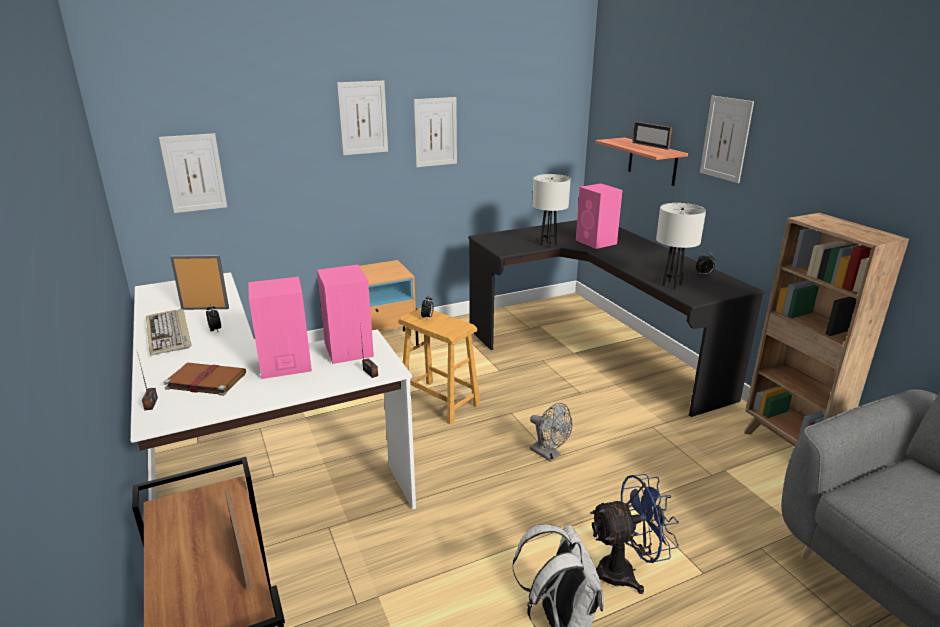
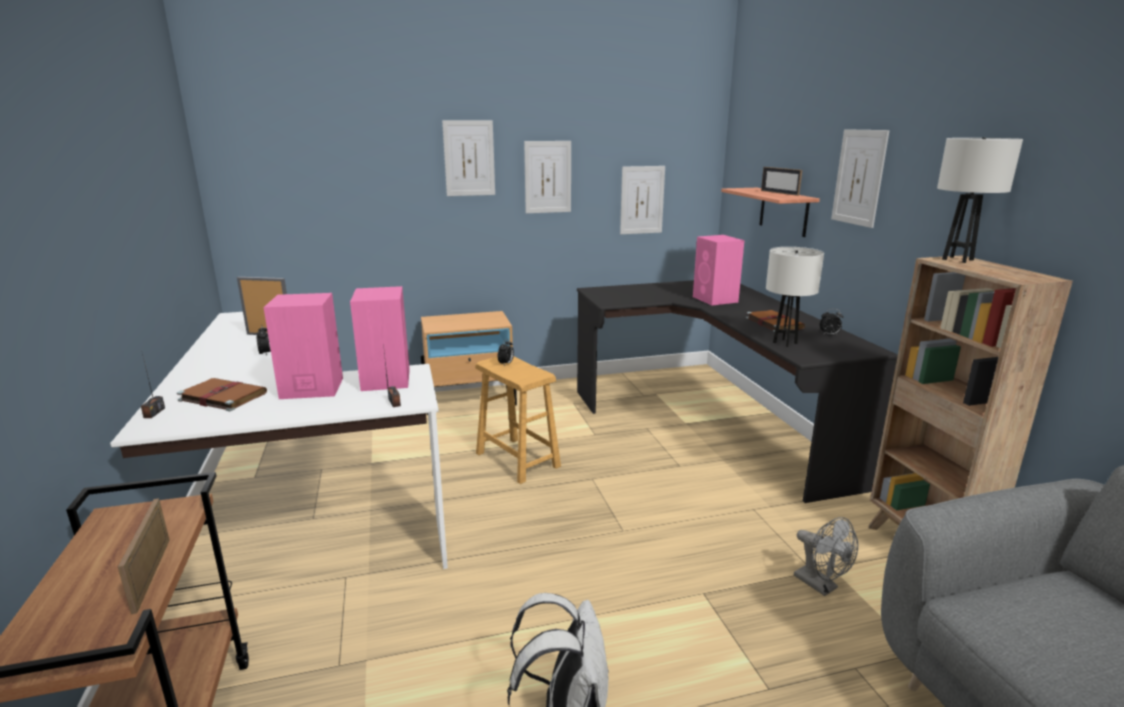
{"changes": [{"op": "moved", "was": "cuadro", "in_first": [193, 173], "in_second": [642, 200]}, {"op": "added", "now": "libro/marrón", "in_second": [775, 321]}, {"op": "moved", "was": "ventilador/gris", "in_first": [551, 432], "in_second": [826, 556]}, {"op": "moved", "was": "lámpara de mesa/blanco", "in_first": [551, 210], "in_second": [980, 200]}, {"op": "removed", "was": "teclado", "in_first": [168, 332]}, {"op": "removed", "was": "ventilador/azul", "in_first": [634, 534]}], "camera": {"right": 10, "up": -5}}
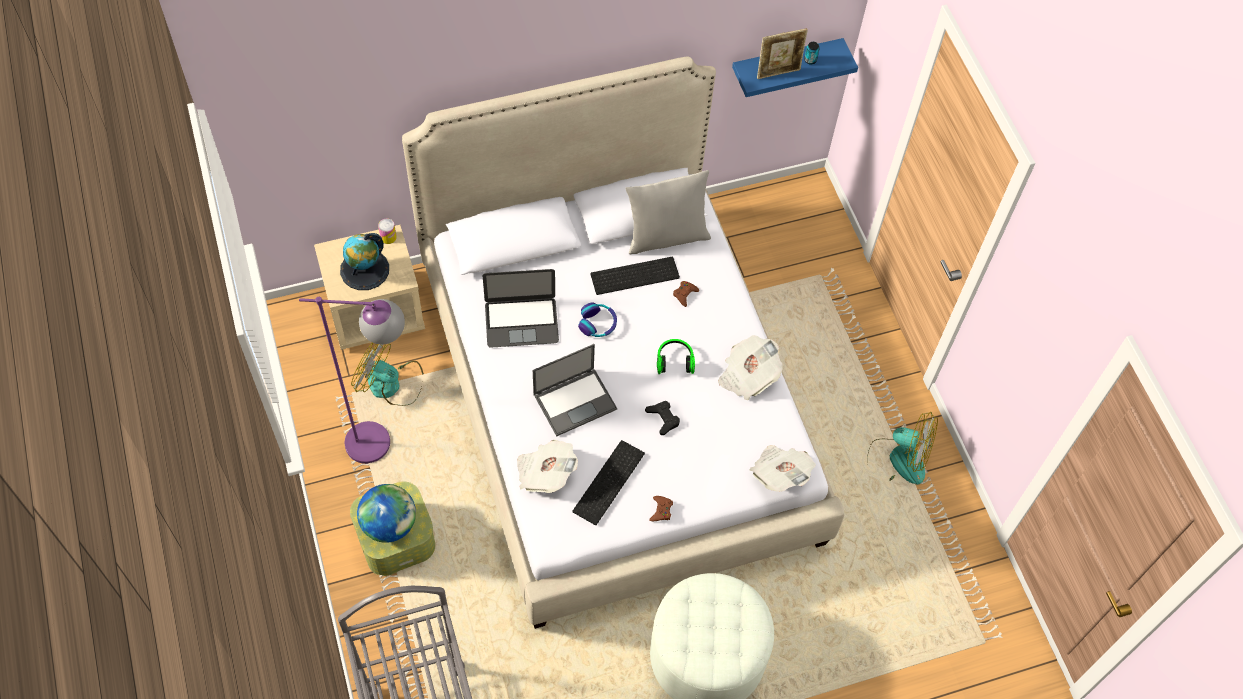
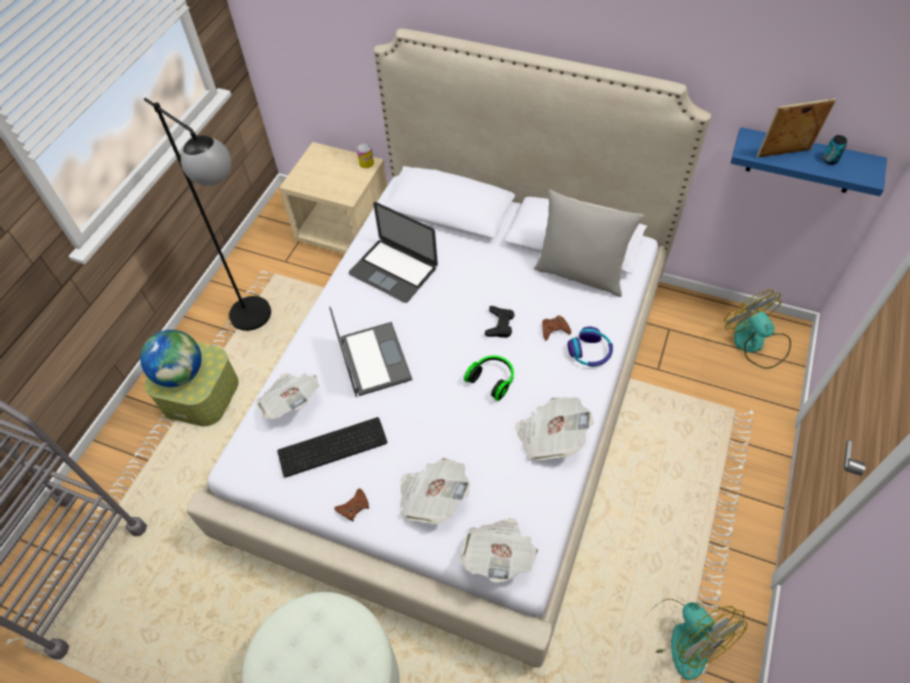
{"changes": [{"op": "recoloured", "was": "lámpara de pie/morado", "now": "lámpara de pie/negro", "in_first": [352, 380], "in_second": [207, 214]}, {"op": "turned", "was": "portátil", "in_first": [575, 390], "in_second": [370, 351], "clockwise": -120}, {"op": "added", "now": "periódico", "in_second": [435, 491]}, {"op": "moved", "was": "mando de consola/negro", "in_first": [662, 418], "in_second": [500, 322]}, {"op": "moved", "was": "auriculares", "in_first": [597, 319], "in_second": [590, 347]}, {"op": "moved", "was": "ventilador", "in_first": [387, 374], "in_second": [757, 329]}, {"op": "turned", "was": "portarretratos", "in_first": [782, 53], "in_second": [796, 128], "clockwise": 150}, {"op": "removed", "was": "globo terráqueo", "in_first": [364, 261]}, {"op": "removed", "was": "teclado", "in_first": [635, 276]}], "camera": {"right": 45, "up": -5}}
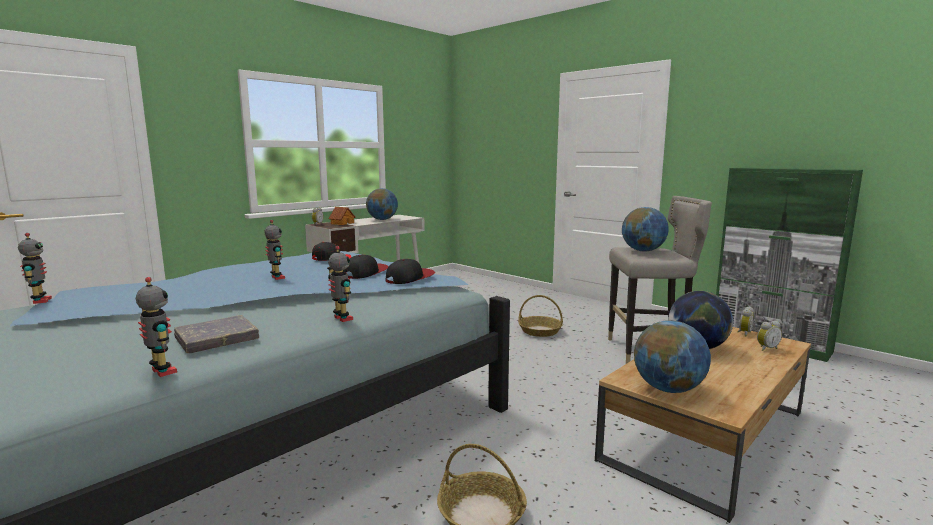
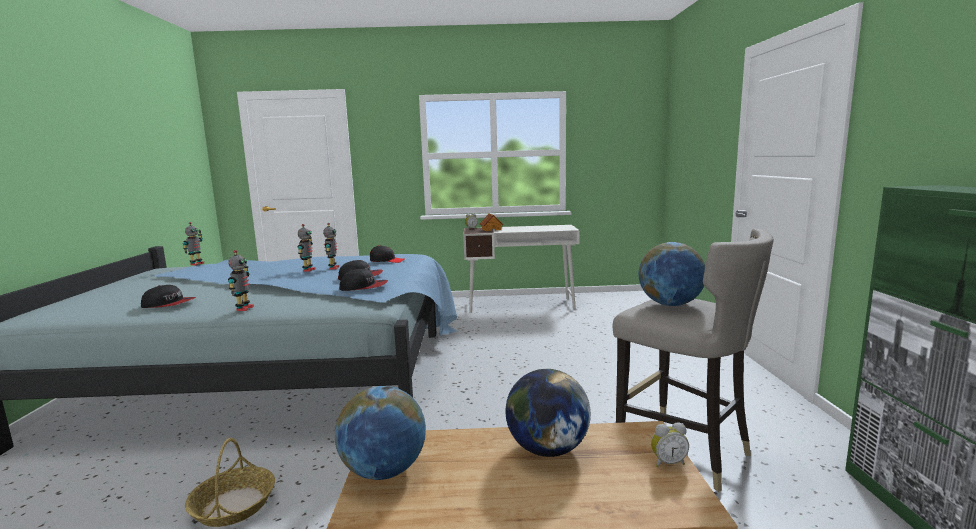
{"changes": [{"op": "replaced", "was": "libro/gris", "now": "gorra", "in_first": [216, 334], "in_second": [168, 296]}, {"op": "moved", "was": "robot de juguete", "in_first": [156, 327], "in_second": [331, 246]}, {"op": "removed", "was": "globo terráqueo", "in_first": [382, 204]}, {"op": "removed", "was": "cesta", "in_first": [540, 316]}, {"op": "removed", "was": "despertador", "in_first": [769, 336]}], "camera": {"right": 45, "up": 0}}
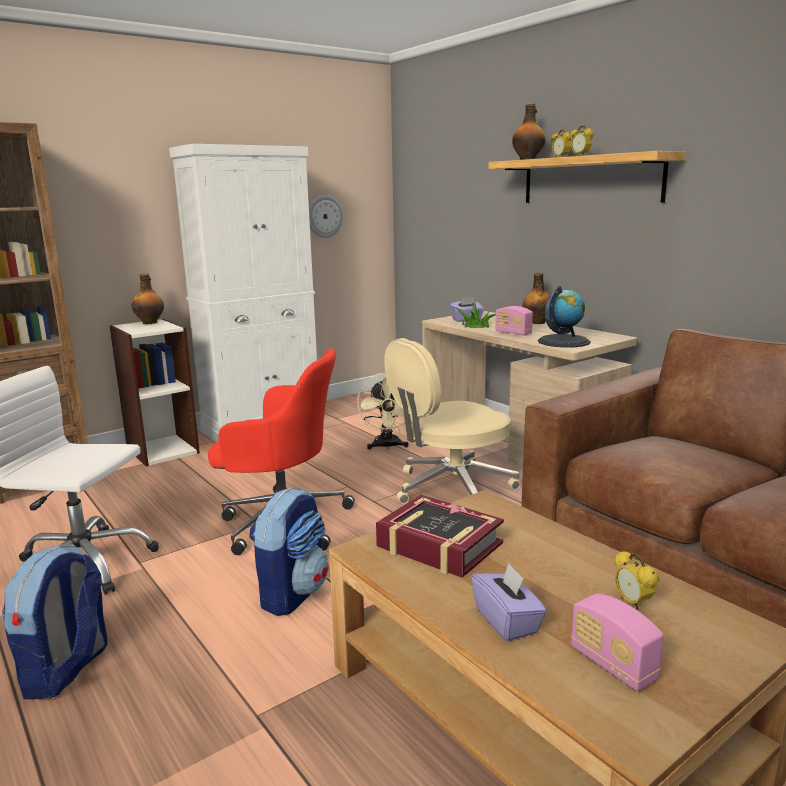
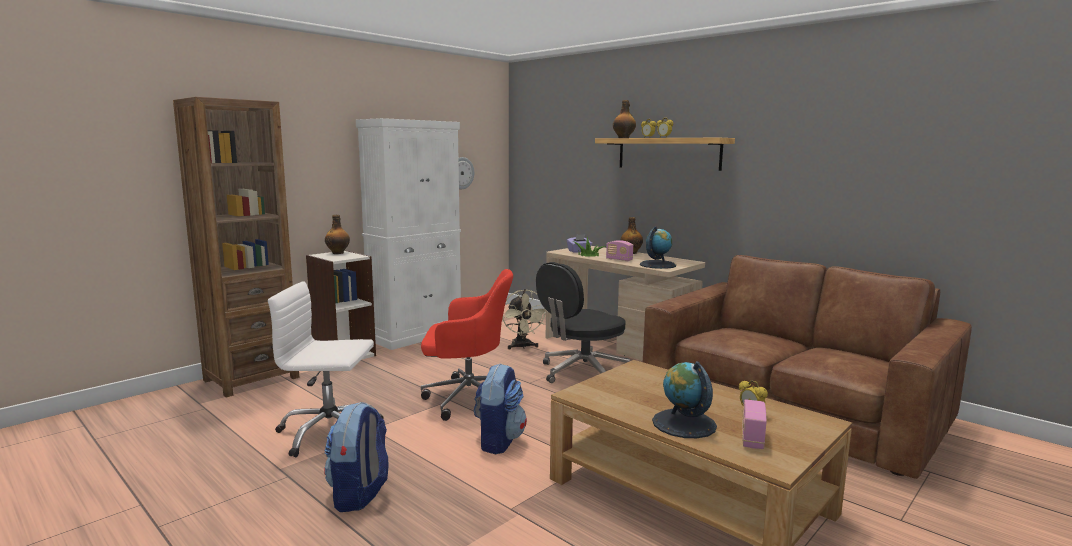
{"changes": [{"op": "recoloured", "was": "silla de oficina/beis", "now": "silla de oficina/negro", "in_first": [452, 420], "in_second": [583, 322]}, {"op": "replaced", "was": "caja de pañuelos/morado", "now": "globo terráqueo", "in_first": [509, 602], "in_second": [684, 399]}, {"op": "turned", "was": "radio", "in_first": [617, 642], "in_second": [754, 424], "clockwise": 60}, {"op": "removed", "was": "libro", "in_first": [440, 536]}], "camera": {"right": -10, "up": -5}}
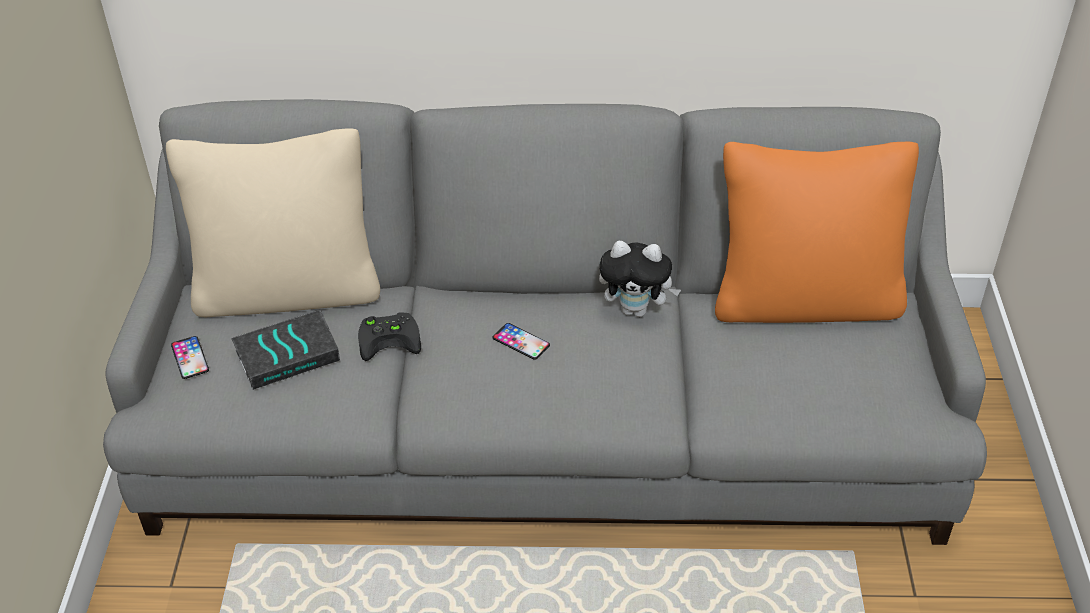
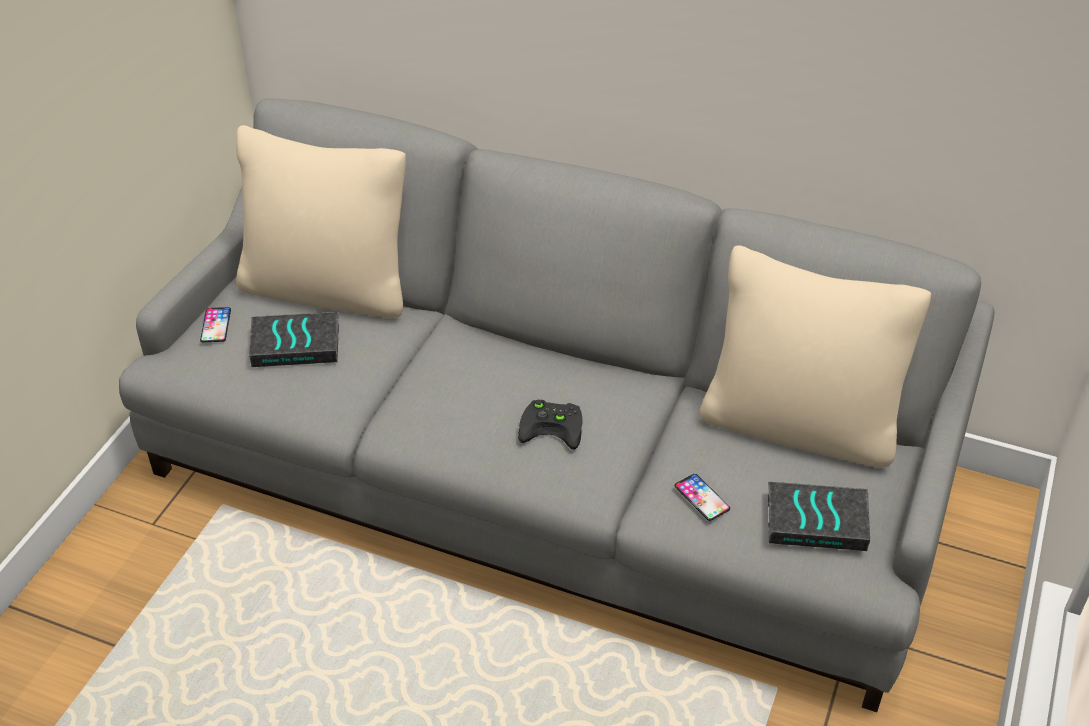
{"changes": [{"op": "moved", "was": "mando de consola/negro", "in_first": [389, 336], "in_second": [550, 424]}, {"op": "moved", "was": "móvil", "in_first": [521, 341], "in_second": [702, 497]}, {"op": "recoloured", "was": "cojín/naranja", "now": "cojín/beis", "in_first": [817, 232], "in_second": [815, 356]}, {"op": "added", "now": "libro", "in_second": [819, 516]}, {"op": "removed", "was": "peluche", "in_first": [640, 279]}], "camera": {"right": 20, "up": 0}}
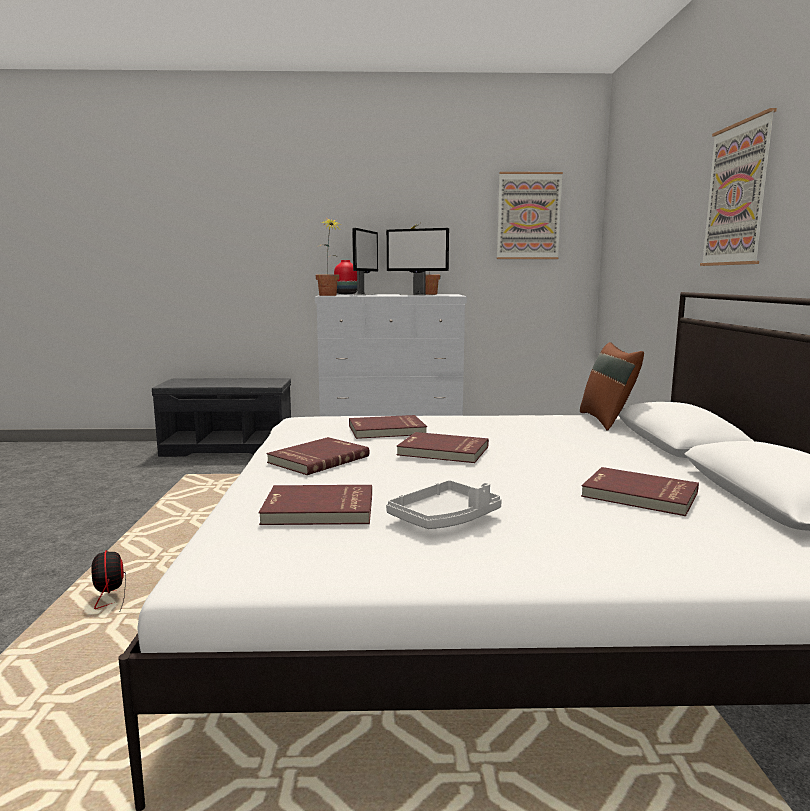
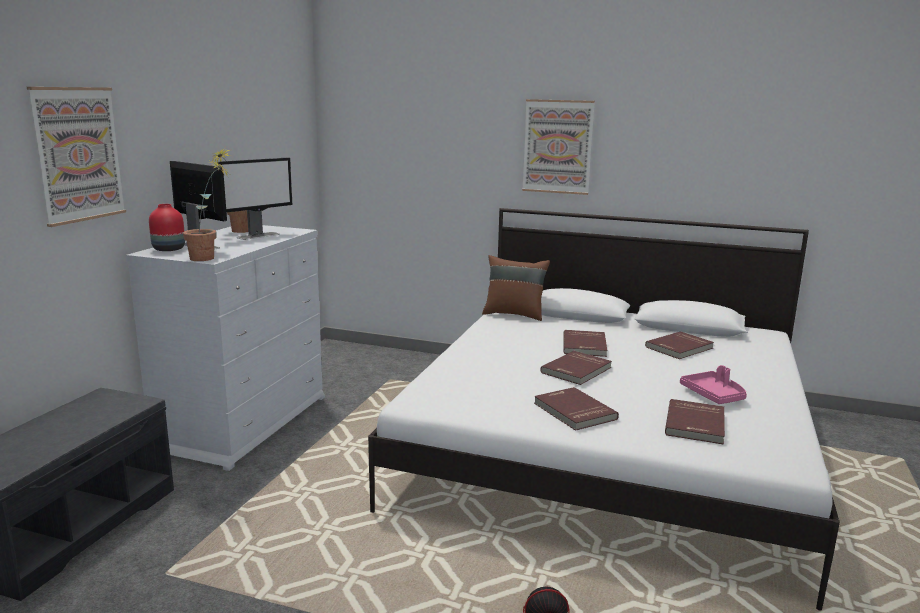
{"changes": [{"op": "moved", "was": "cuadro", "in_first": [530, 215], "in_second": [76, 157]}, {"op": "moved", "was": "libro/rojo", "in_first": [388, 427], "in_second": [585, 343]}, {"op": "recoloured", "was": "bandeja/gris", "now": "bandeja/rosa", "in_first": [444, 504], "in_second": [713, 384]}], "camera": {"right": -70, "up": 5}}
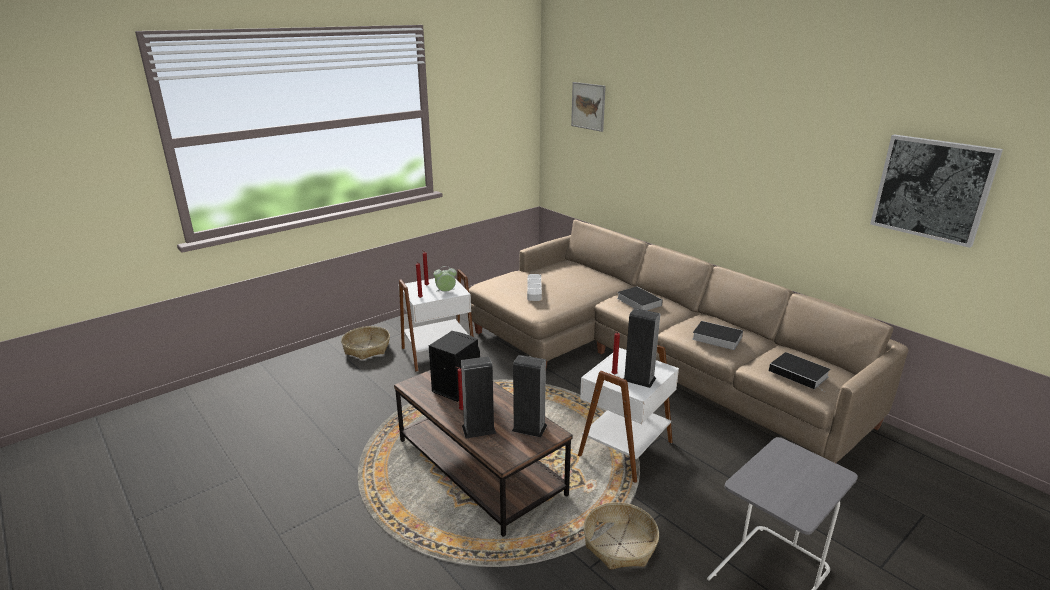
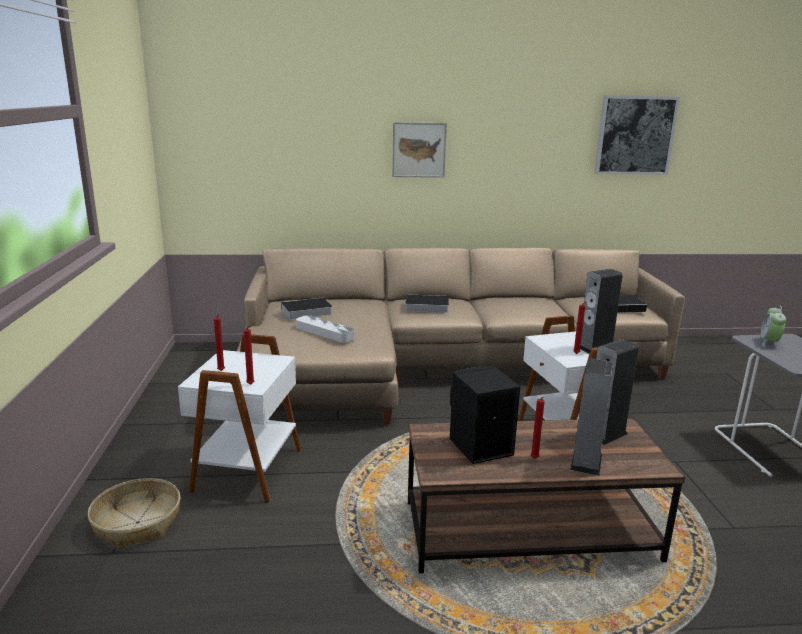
{"changes": [{"op": "moved", "was": "libro", "in_first": [717, 335], "in_second": [302, 309]}, {"op": "moved", "was": "cuadro", "in_first": [588, 107], "in_second": [419, 150]}, {"op": "moved", "was": "despertador", "in_first": [445, 279], "in_second": [772, 326]}, {"op": "removed", "was": "cesta", "in_first": [621, 536]}], "camera": {"right": -55, "up": -5}}
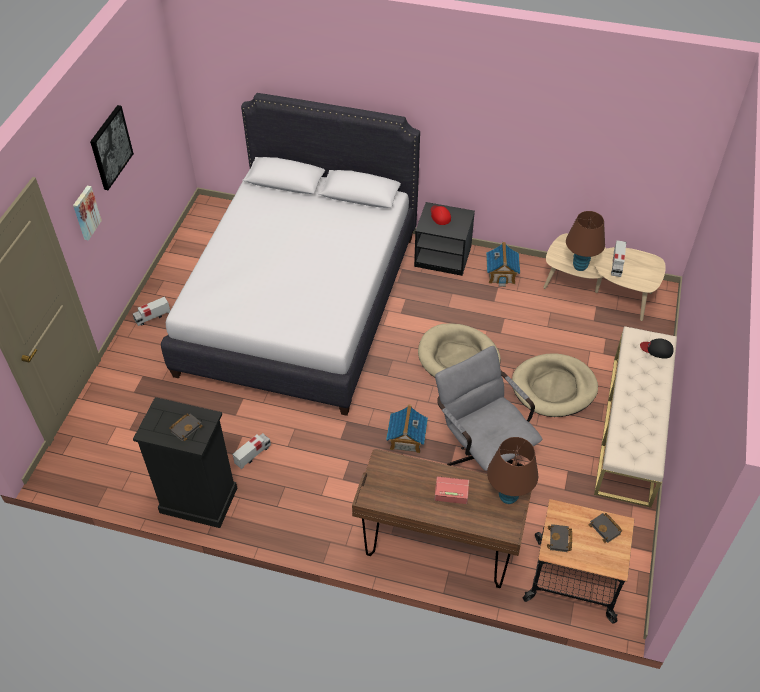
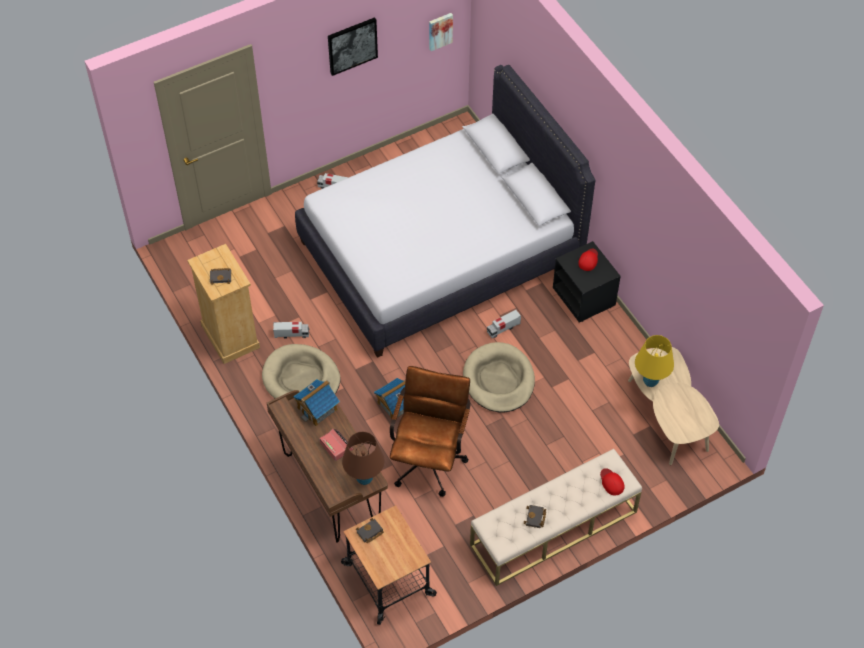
{"changes": [{"op": "recoloured", "was": "cómoda/negro", "now": "cómoda/beis", "in_first": [185, 462], "in_second": [223, 304]}, {"op": "moved", "was": "cama para perro/beis", "in_first": [555, 385], "in_second": [301, 371]}, {"op": "moved", "was": "casita", "in_first": [503, 264], "in_second": [316, 402]}, {"op": "recoloured", "was": "silla de oficina/gris", "now": "silla de oficina/marrón", "in_first": [488, 408], "in_second": [430, 431]}, {"op": "moved", "was": "cuadro", "in_first": [87, 213], "in_second": [441, 32]}, {"op": "moved", "was": "camión de juguete", "in_first": [618, 258], "in_second": [504, 324]}, {"op": "moved", "was": "libro/negro", "in_first": [605, 528], "in_second": [535, 516]}, {"op": "recoloured", "was": "gorra/negro", "now": "gorra/rojo", "in_first": [657, 349], "in_second": [612, 482]}, {"op": "recoloured", "was": "lámpara de mesa/marrón", "now": "lámpara de mesa/amarillo", "in_first": [585, 241], "in_second": [654, 361]}], "camera": {"right": 45, "up": 5}}
